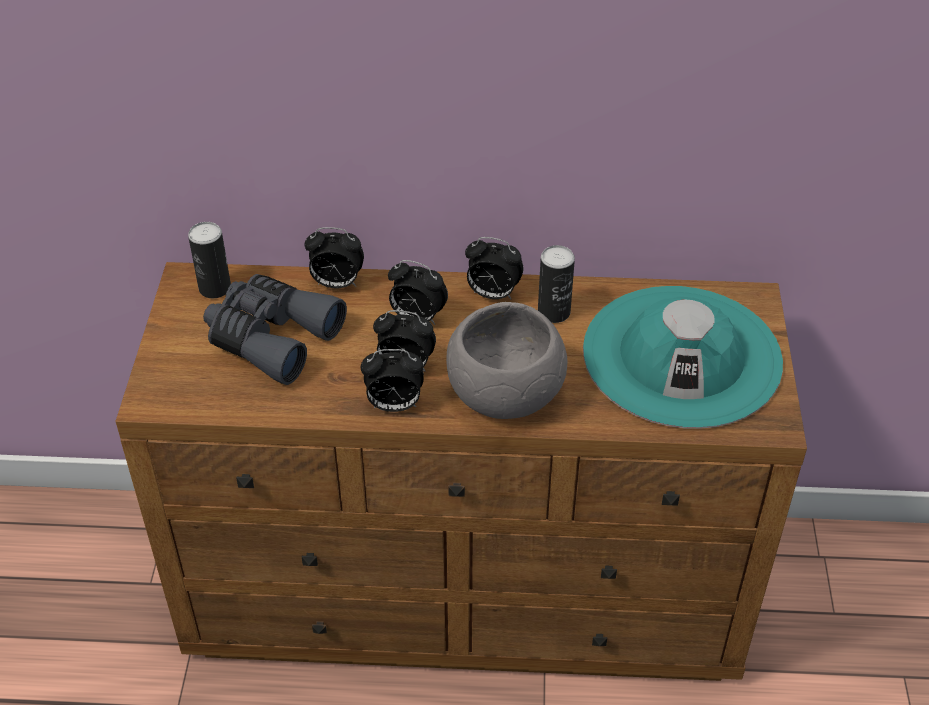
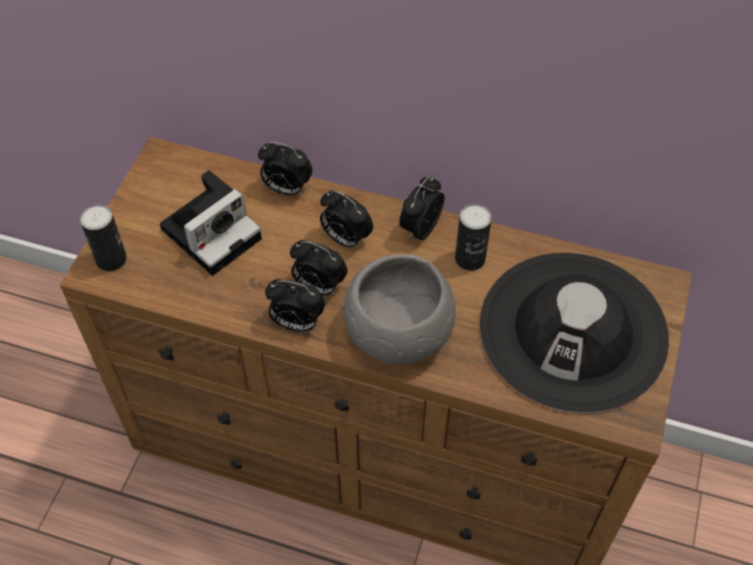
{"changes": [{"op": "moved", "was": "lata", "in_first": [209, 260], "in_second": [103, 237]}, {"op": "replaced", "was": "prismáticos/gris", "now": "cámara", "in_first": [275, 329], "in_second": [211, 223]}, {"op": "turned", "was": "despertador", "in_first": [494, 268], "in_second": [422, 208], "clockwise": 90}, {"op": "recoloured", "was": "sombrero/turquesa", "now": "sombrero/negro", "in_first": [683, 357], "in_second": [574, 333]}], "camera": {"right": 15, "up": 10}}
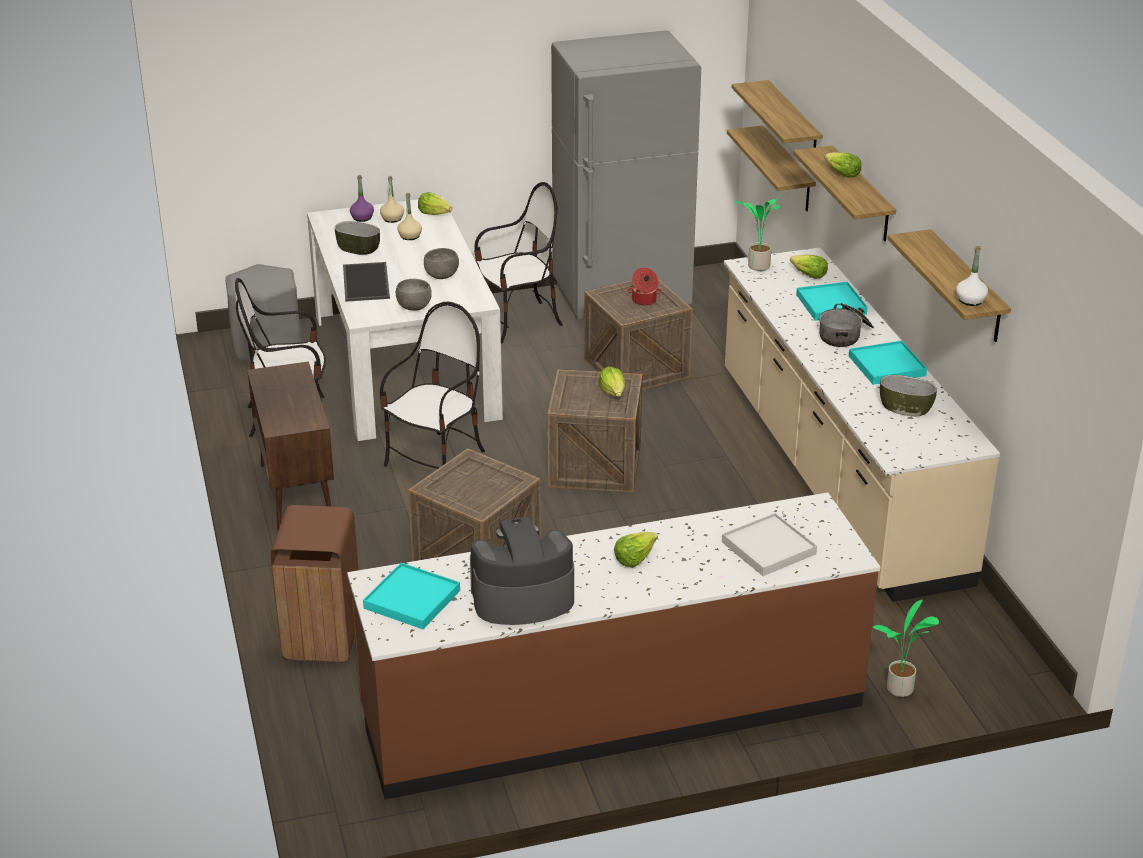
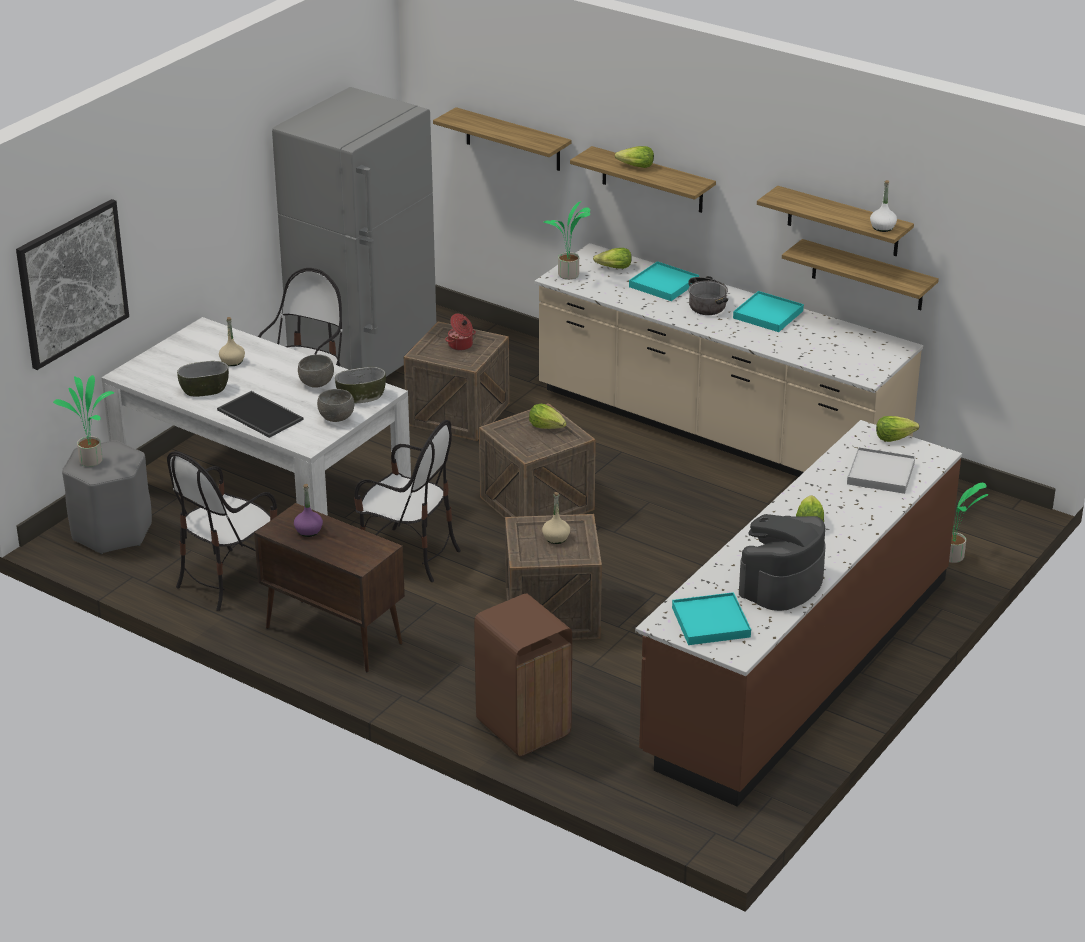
{"changes": [{"op": "added", "now": "cuadro", "in_second": [72, 284]}, {"op": "added", "now": "planta en maceta", "in_second": [83, 421]}, {"op": "moved", "was": "botella/morado", "in_first": [362, 198], "in_second": [308, 510]}, {"op": "moved", "was": "cuenco", "in_first": [908, 395], "in_second": [360, 385]}, {"op": "turned", "was": "silla", "in_first": [432, 385], "in_second": [407, 501], "clockwise": 120}, {"op": "moved", "was": "botella/beis", "in_first": [392, 199], "in_second": [556, 518]}, {"op": "moved", "was": "estante", "in_first": [771, 168], "in_second": [860, 274]}, {"op": "moved", "was": "lechuga", "in_first": [435, 203], "in_second": [897, 429]}], "camera": {"right": -40, "up": 0}}
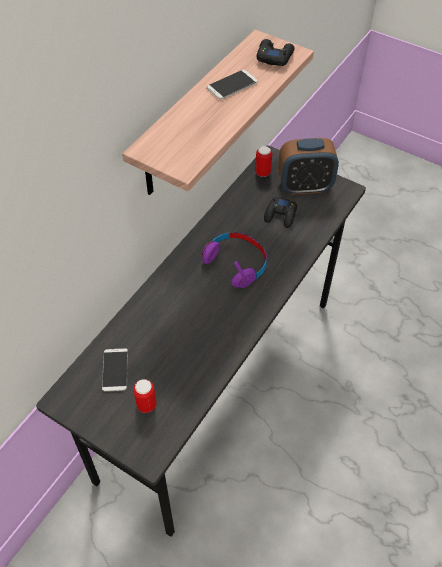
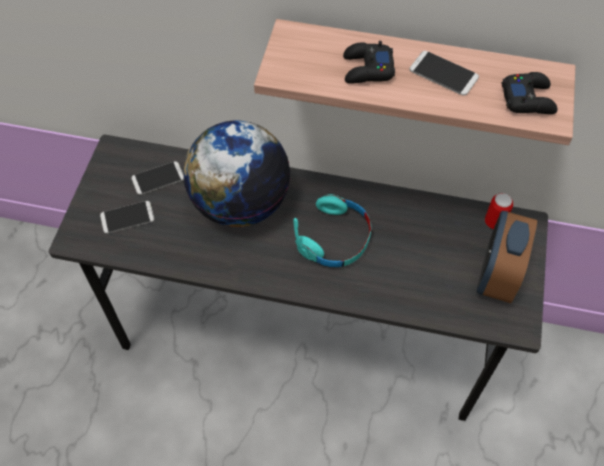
{"changes": [{"op": "replaced", "was": "lata", "now": "móvil", "in_first": [145, 396], "in_second": [127, 217]}, {"op": "added", "now": "globo terráqueo", "in_second": [237, 174]}, {"op": "recoloured", "was": "auriculares/morado", "now": "auriculares/turquesa", "in_first": [234, 260], "in_second": [332, 230]}, {"op": "moved", "was": "mando de consola/negro", "in_first": [280, 212], "in_second": [369, 62]}, {"op": "turned", "was": "despertador", "in_first": [308, 166], "in_second": [507, 257], "clockwise": 45}], "camera": {"right": 70, "up": 5}}
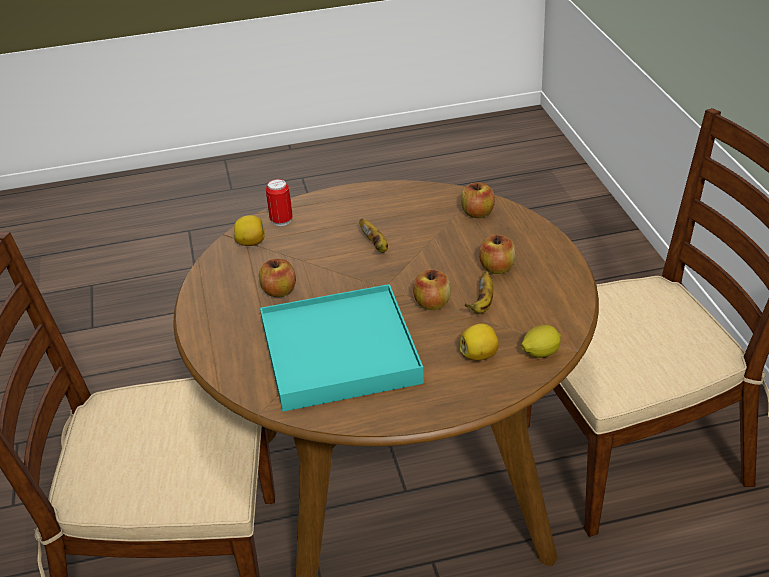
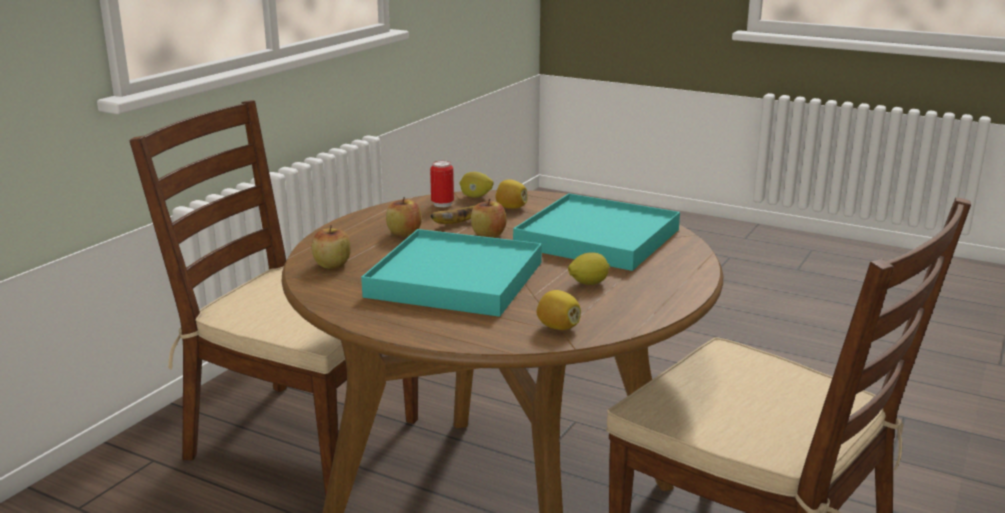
{"changes": [{"op": "replaced", "was": "plátano", "now": "bandeja/turquesa", "in_first": [373, 236], "in_second": [451, 273]}, {"op": "moved", "was": "lata", "in_first": [279, 202], "in_second": [442, 184]}, {"op": "replaced", "was": "manzana", "now": "limón", "in_first": [277, 278], "in_second": [589, 268]}], "camera": {"right": -140, "up": -15}}
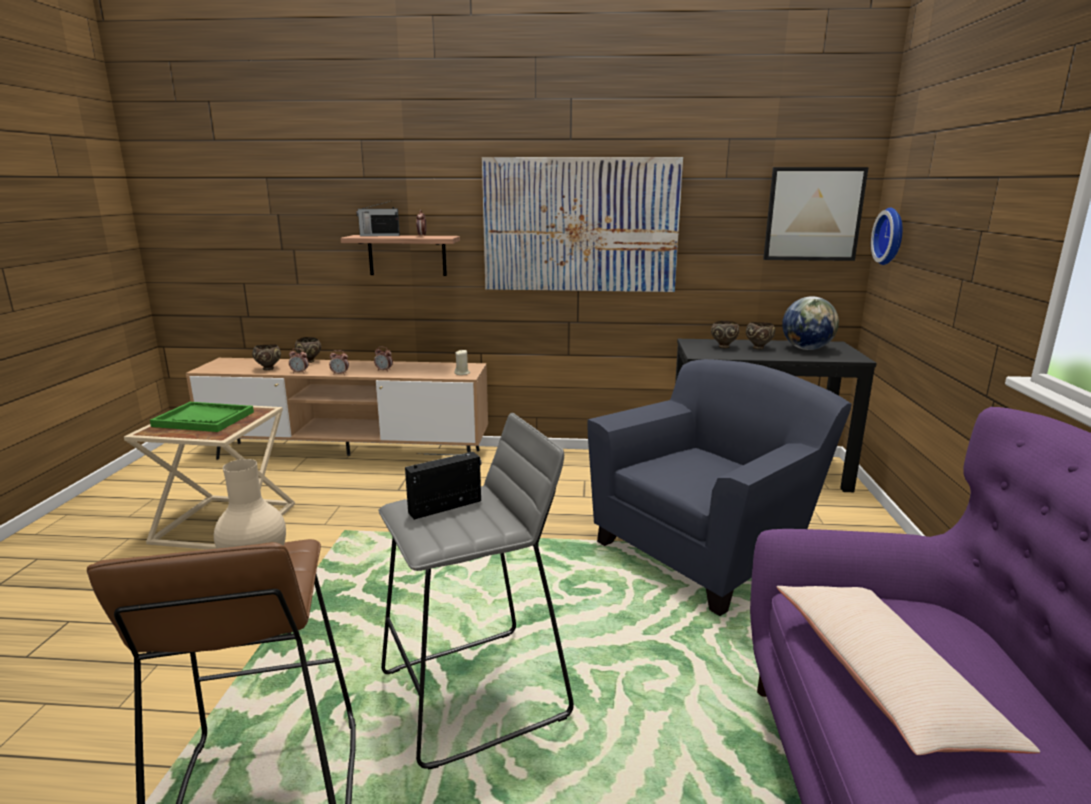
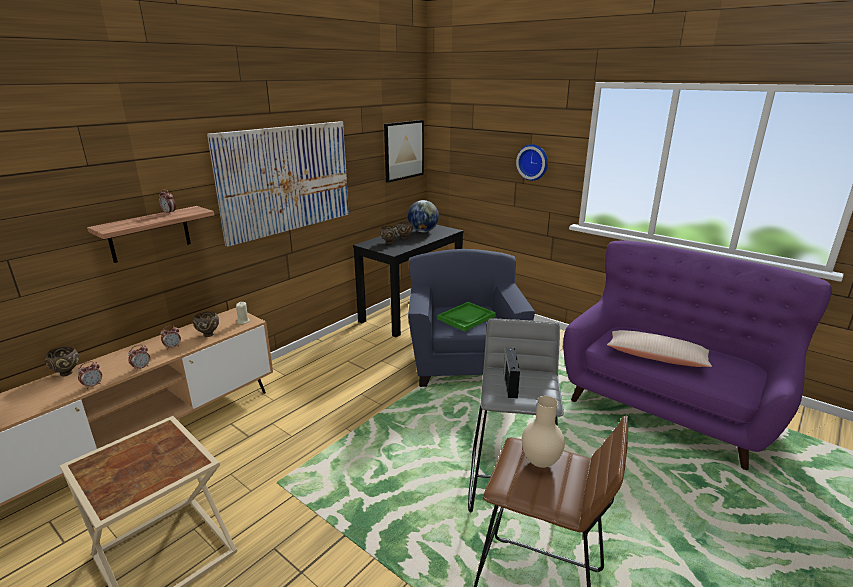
{"changes": [{"op": "moved", "was": "cuenco/marrón", "in_first": [266, 357], "in_second": [206, 324]}, {"op": "moved", "was": "bandeja/verde", "in_first": [202, 417], "in_second": [466, 316]}, {"op": "moved", "was": "reloj de pared", "in_first": [887, 236], "in_second": [532, 162]}, {"op": "removed", "was": "radio", "in_first": [378, 218]}], "camera": {"right": -55, "up": 5}}
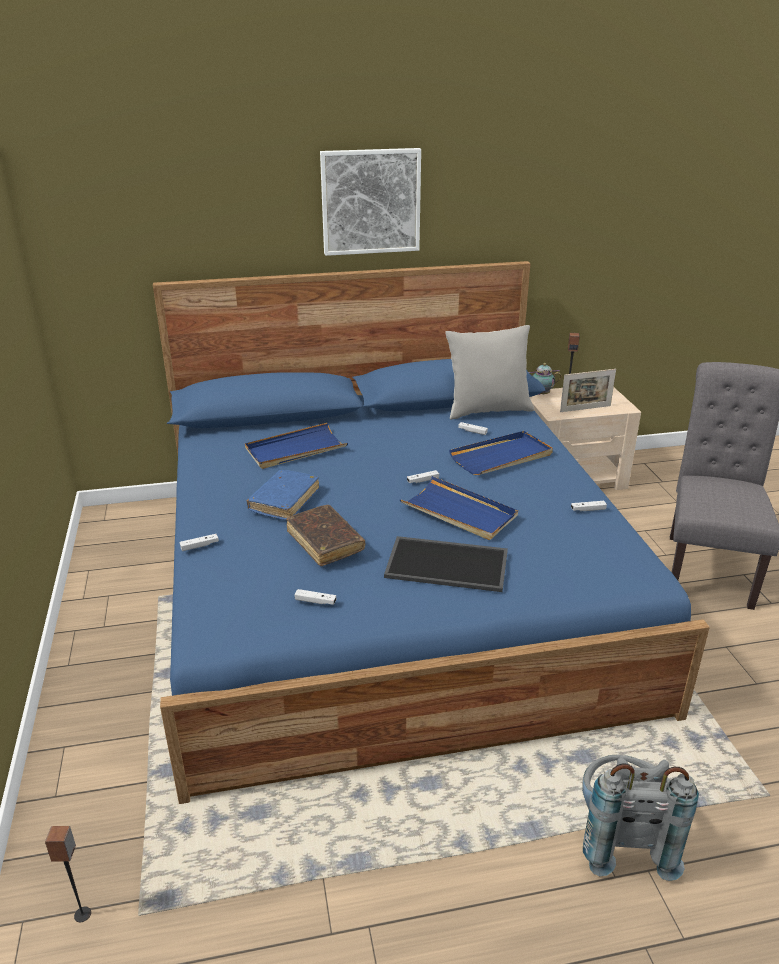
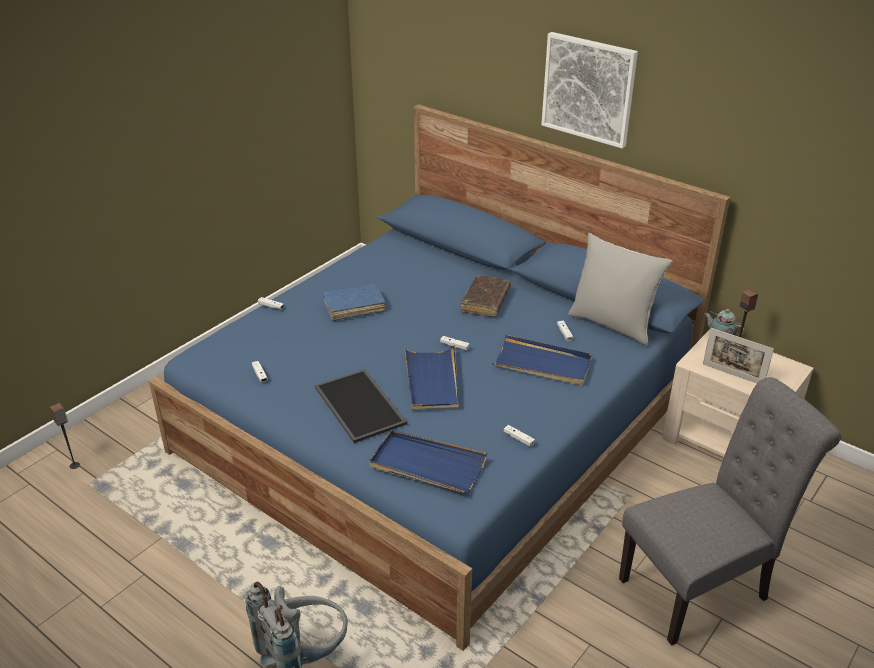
{"changes": [{"op": "moved", "was": "bandeja/azul", "in_first": [296, 446], "in_second": [428, 462]}, {"op": "moved", "was": "libro/marrón", "in_first": [326, 535], "in_second": [486, 296]}], "camera": {"right": 50, "up": 5}}
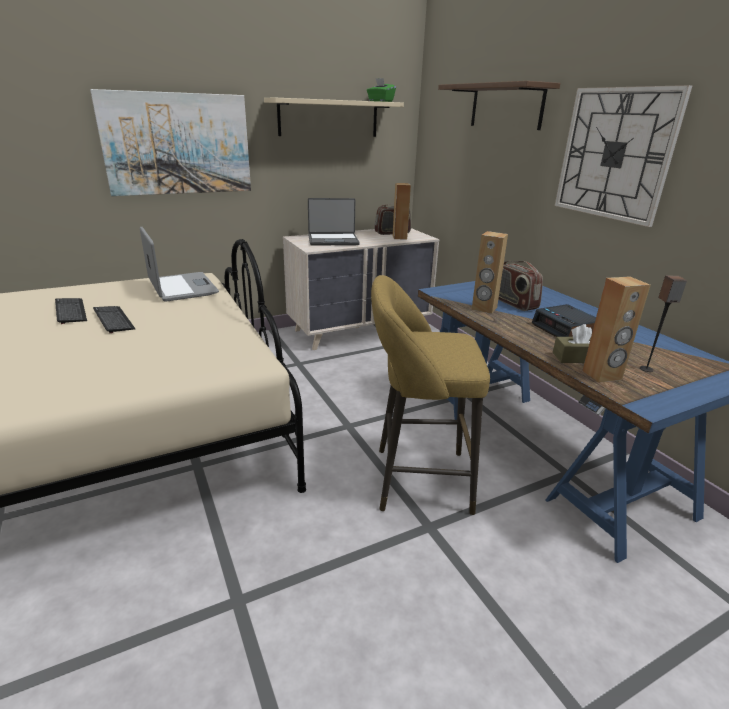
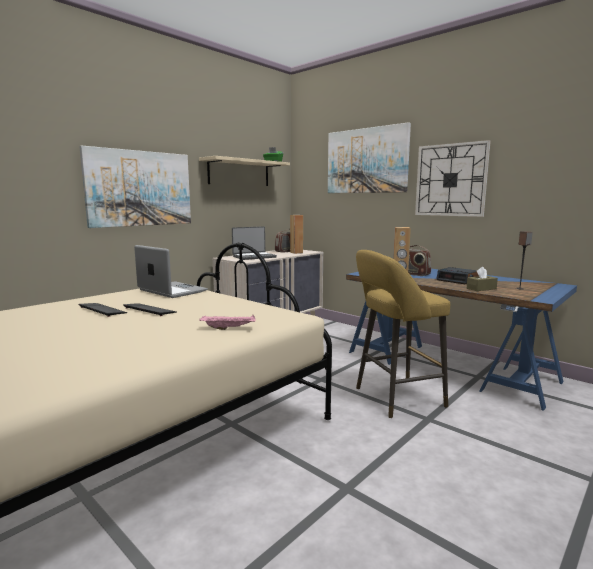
{"changes": [{"op": "added", "now": "bandeja/rosa", "in_second": [227, 322]}, {"op": "replaced", "was": "estante/marrón", "now": "cuadro", "in_first": [499, 105], "in_second": [369, 157]}, {"op": "removed", "was": "altavoz/marrón", "in_first": [616, 329]}], "camera": {"right": -20, "up": -15}}
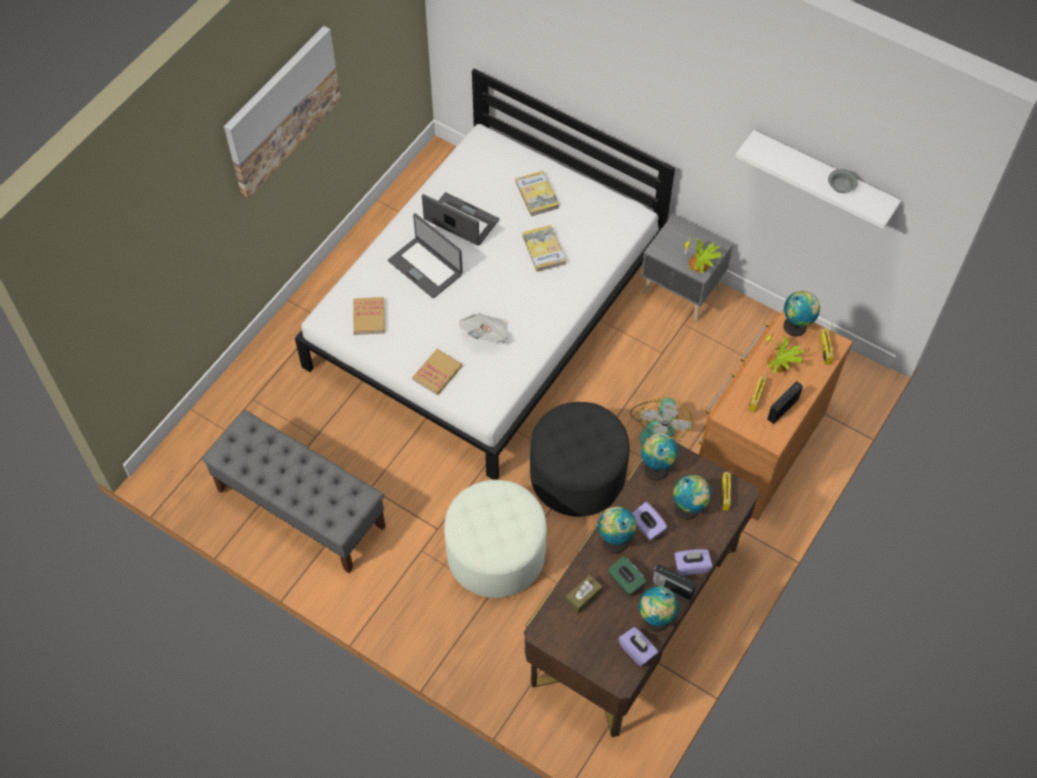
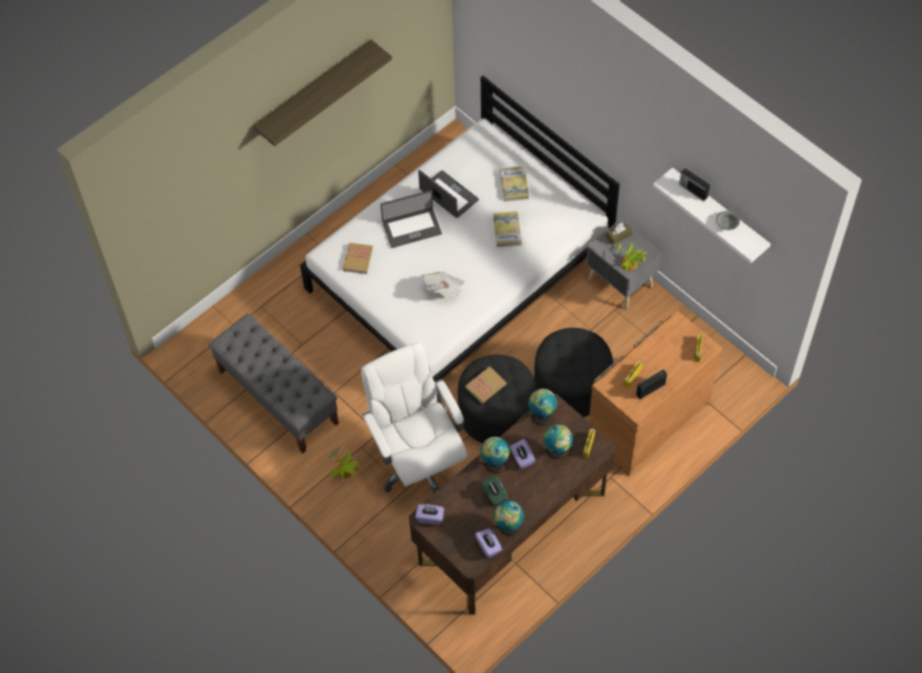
{"changes": [{"op": "replaced", "was": "cuadro", "now": "estante", "in_first": [282, 112], "in_second": [322, 93]}, {"op": "moved", "was": "planta en maceta", "in_first": [785, 353], "in_second": [344, 463]}, {"op": "replaced", "was": "puf/blanco", "now": "silla de oficina/blanco", "in_first": [495, 539], "in_second": [414, 417]}, {"op": "turned", "was": "portátil", "in_first": [425, 255], "in_second": [411, 219], "clockwise": -75}, {"op": "moved", "was": "caja de pañuelos/morado", "in_first": [693, 562], "in_second": [429, 514]}, {"op": "moved", "was": "libro", "in_first": [437, 372], "in_second": [486, 385]}, {"op": "replaced", "was": "ventilador", "now": "puf/negro", "in_first": [661, 421], "in_second": [573, 372]}, {"op": "moved", "was": "caja de pañuelos/marrón", "in_first": [584, 594], "in_second": [619, 233]}, {"op": "moved", "was": "radio", "in_first": [674, 582], "in_second": [694, 184]}, {"op": "removed", "was": "globo terráqueo", "in_first": [801, 314]}], "camera": {"right": 15, "up": 0}}
